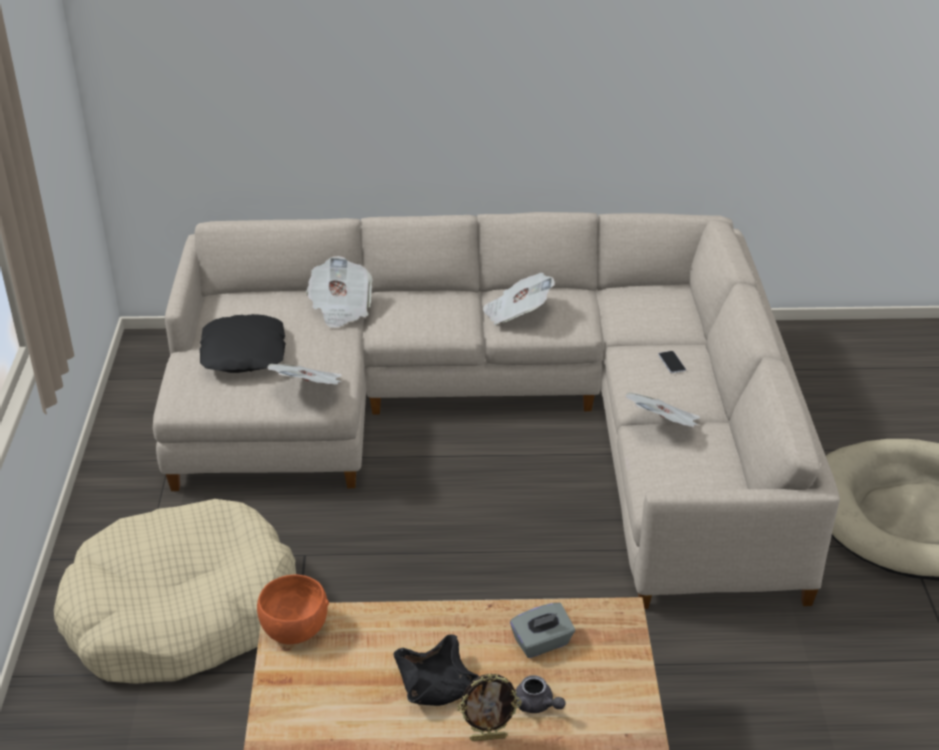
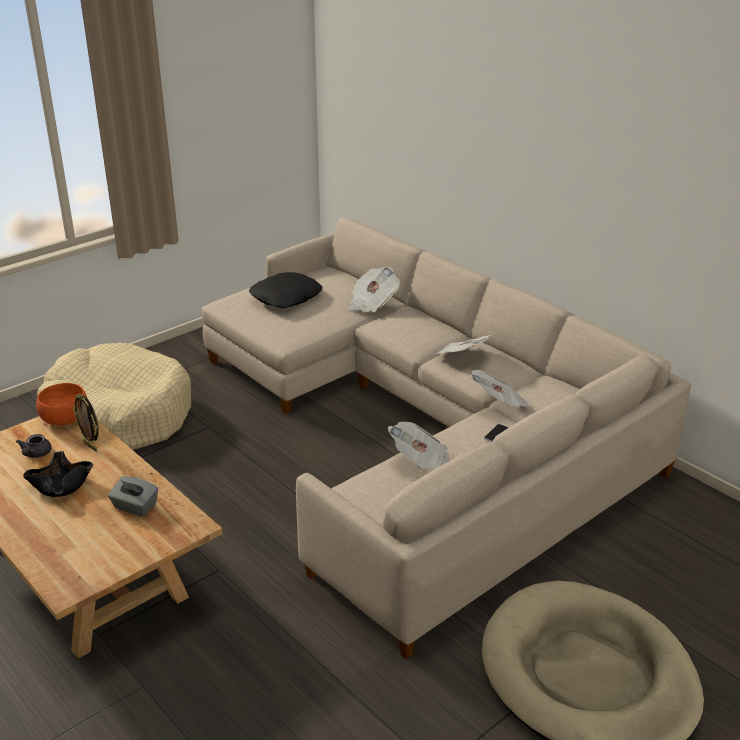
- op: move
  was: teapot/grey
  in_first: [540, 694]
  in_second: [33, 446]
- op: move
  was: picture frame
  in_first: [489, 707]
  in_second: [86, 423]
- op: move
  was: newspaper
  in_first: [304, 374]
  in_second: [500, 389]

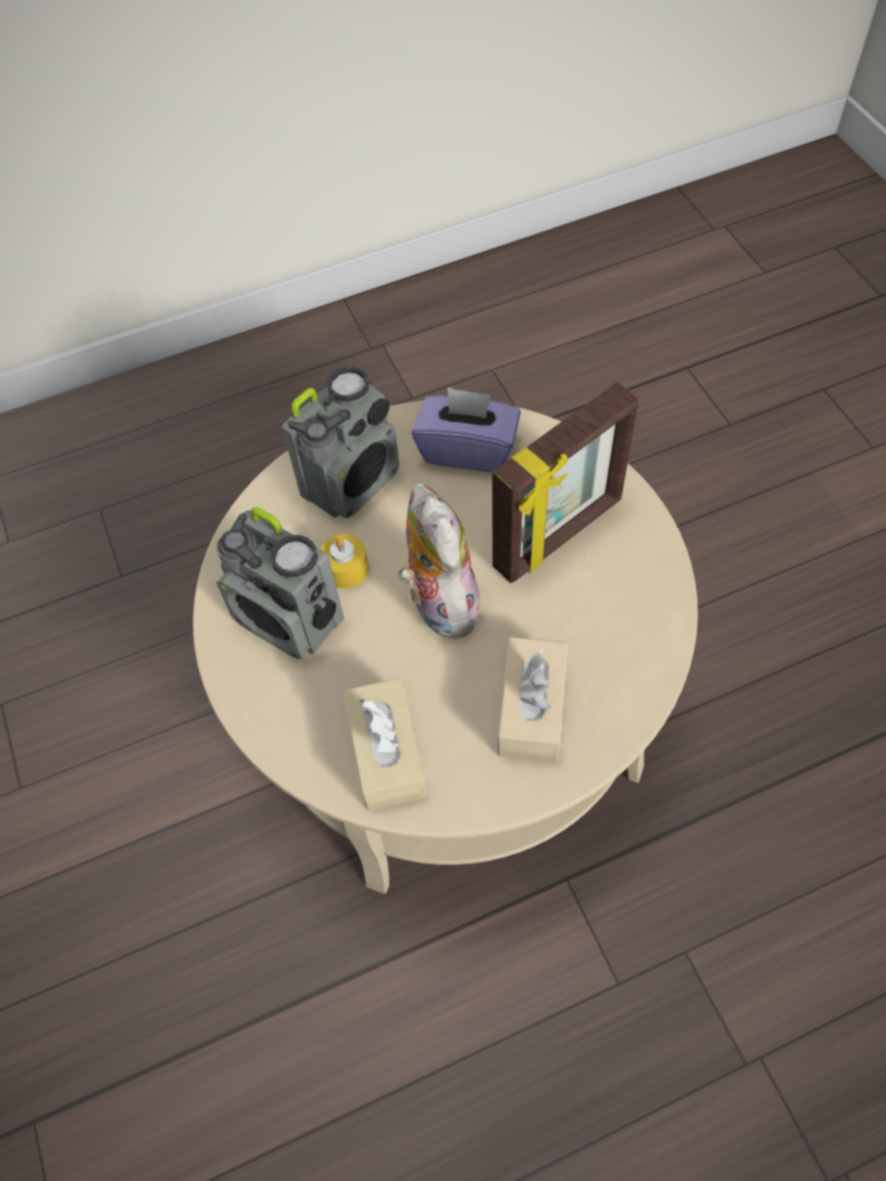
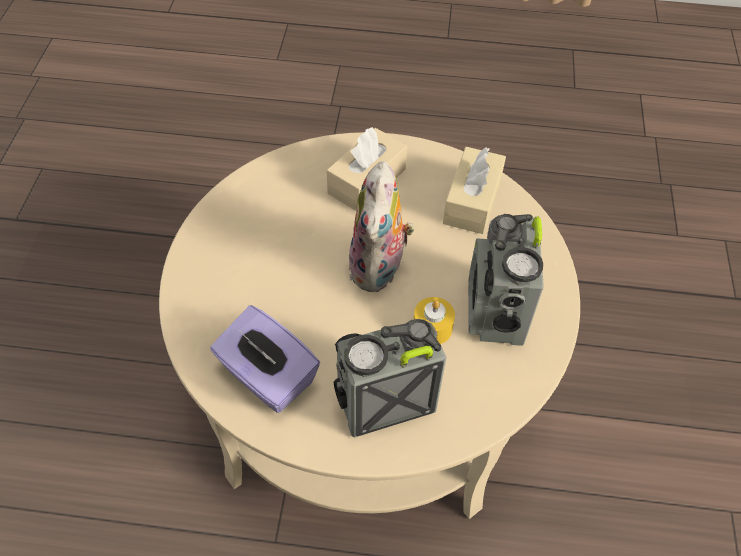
- op: rotate
  was: radio set
  in_first: [280, 583]
  in_second: [506, 280]
  clockwise: -150
- op: delete
  was: picture frame
  in_first: [565, 482]

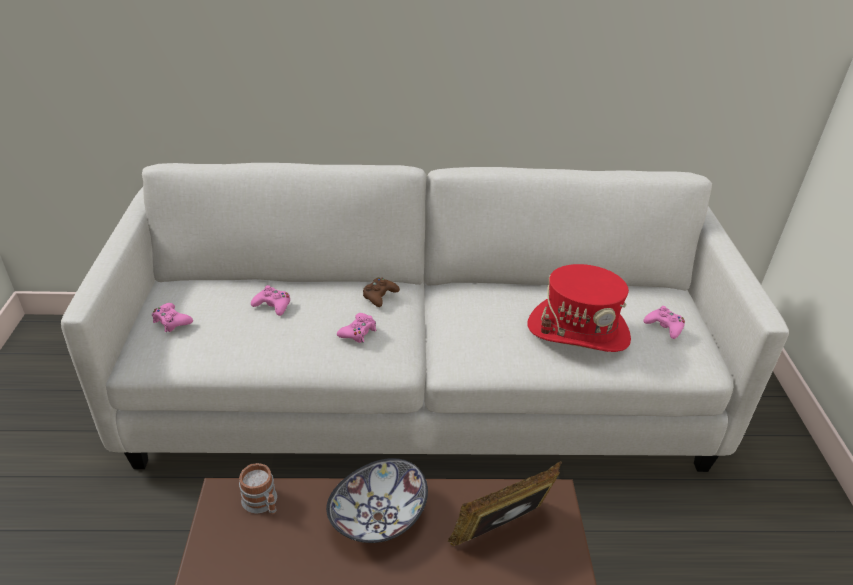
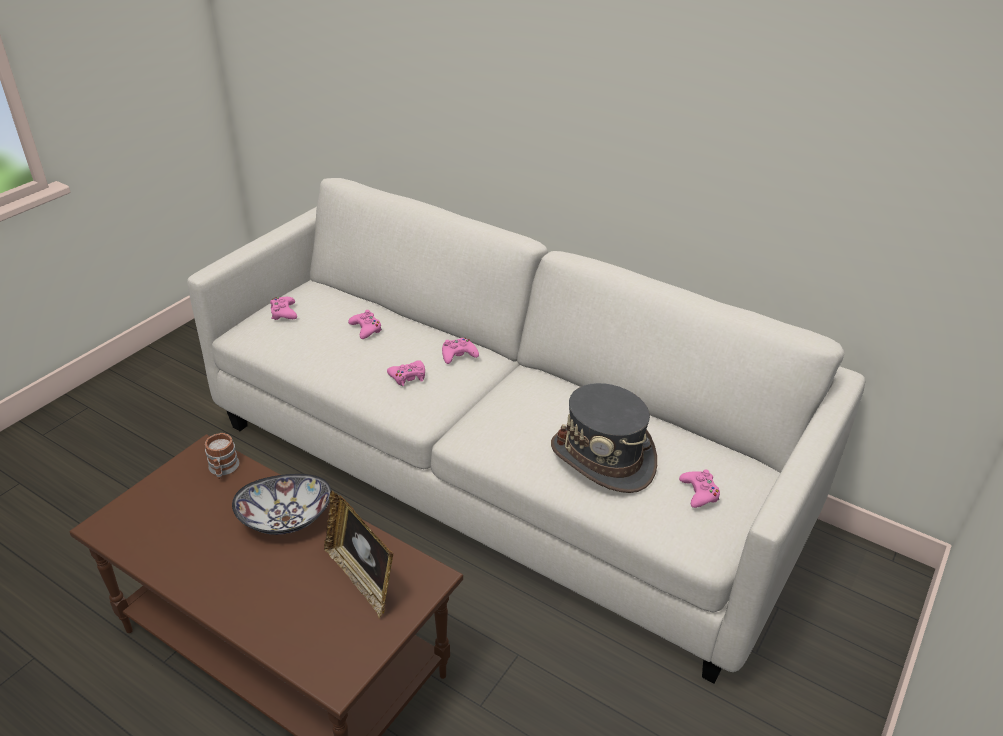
- op: rotate
  was: picture frame
  in_first: [504, 503]
  in_second: [358, 554]
  clockwise: -135
- op: recolor
  was: gamepad/brownish
  now: gamepad/pink
  in_first: [381, 292]
  in_second: [460, 350]
- op: recolor
  was: wearable hat/red-coloured
  now: wearable hat/grey
  in_first: [579, 308]
  in_second: [604, 438]

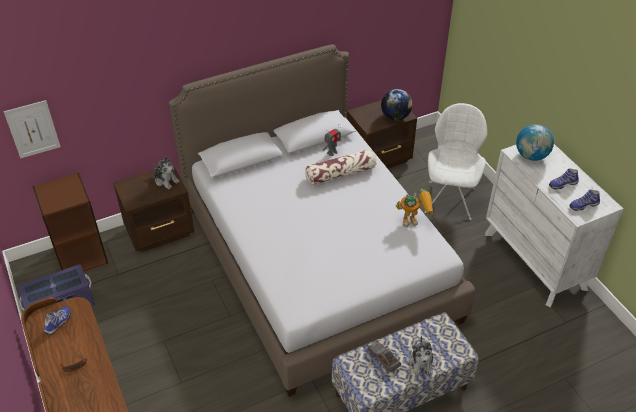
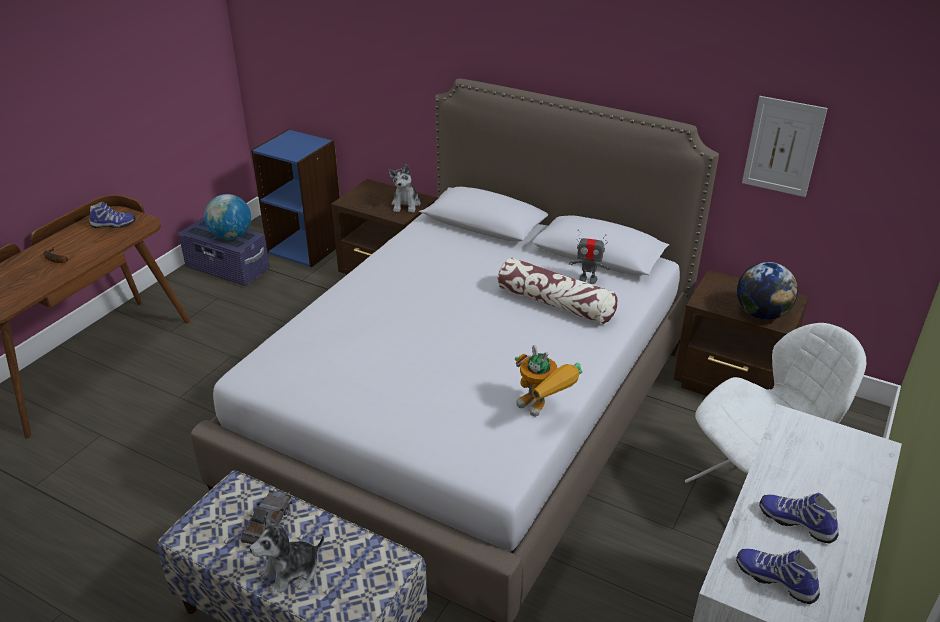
- op: move
  was: desk globe
  in_first: [535, 142]
  in_second: [227, 217]
- op: recolor
  was: bookshelf/brownish
  now: bookshelf/blue
  in_first: [70, 222]
  in_second: [295, 198]
- op: move
  was: wall picture
  in_first: [32, 129]
  in_second: [785, 146]

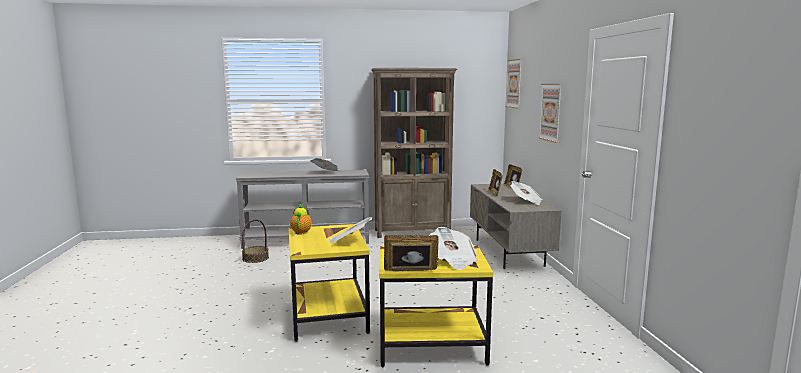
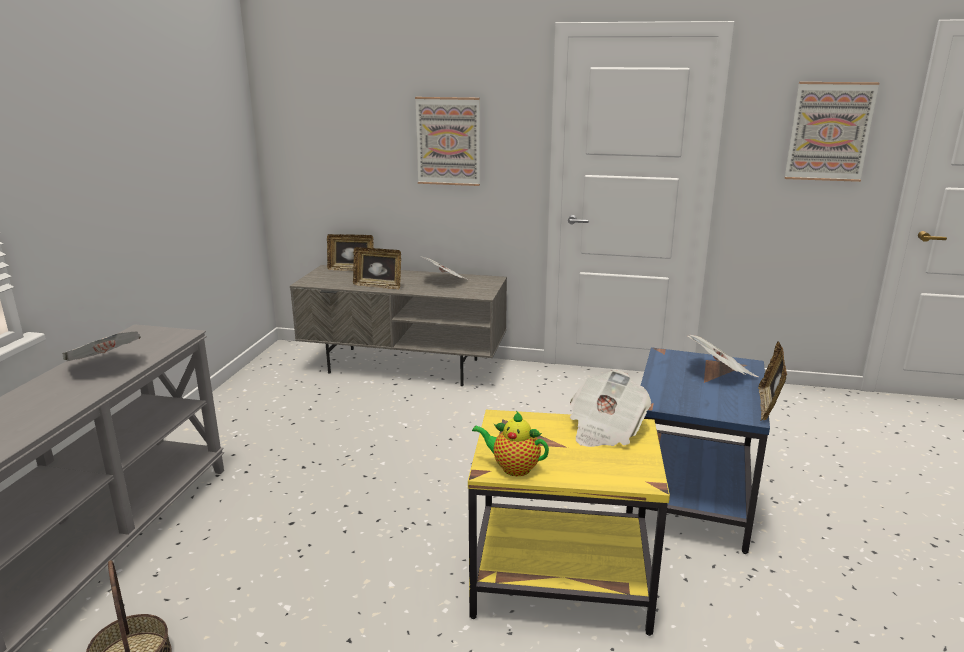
- op: recolor
  was: side table/yellow-coloured
  now: side table/blue
  in_first: [436, 306]
  in_second: [698, 450]
- op: move
  was: wall picture
  in_first: [513, 84]
  in_second: [831, 132]
- op: delete
  was: bookshelf/brownish
  in_first: [414, 153]

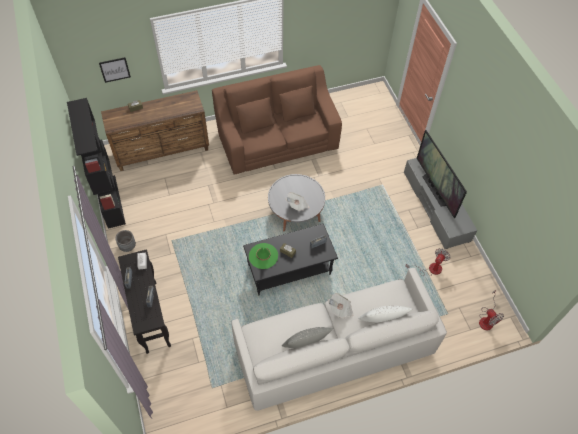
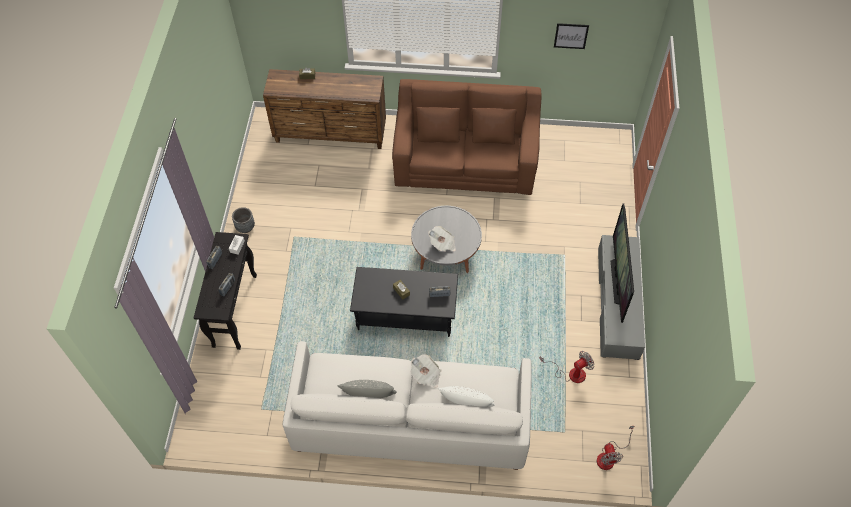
- op: move
  was: wall picture
  in_first: [115, 70]
  in_second: [571, 36]
- op: delete
  was: bookshelf/blackish
  in_first: [96, 163]
- op: delete
  was: wearable hat/green
  in_first: [263, 256]

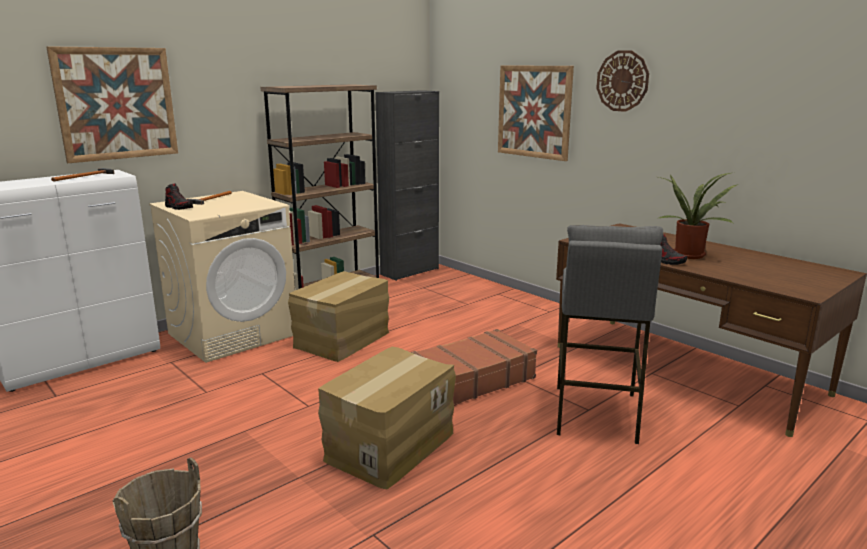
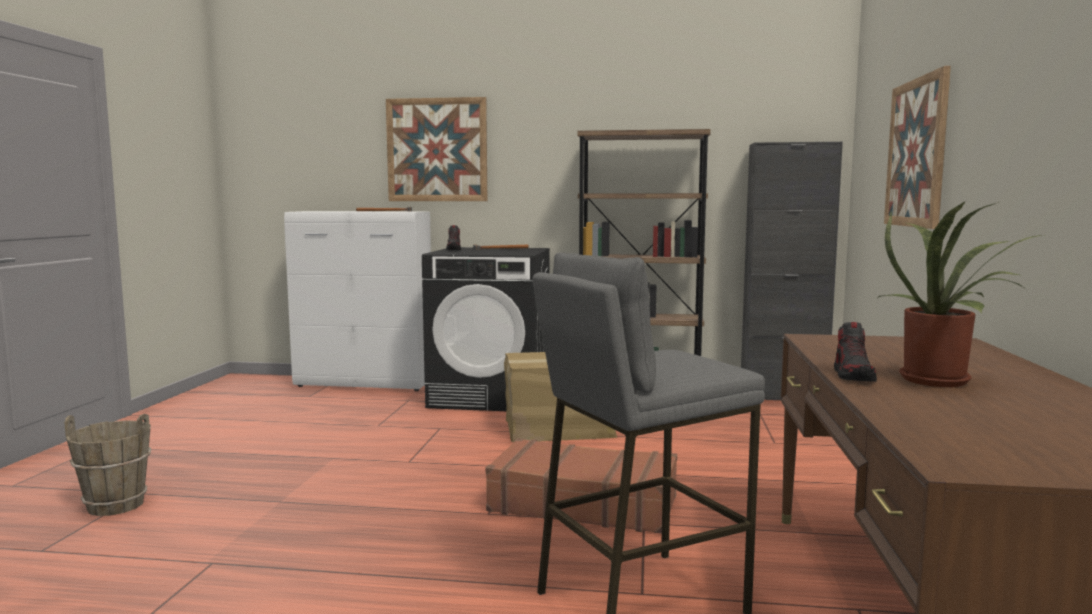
- op: recolor
  was: washing machine/beige
  now: washing machine/blackish
  in_first: [222, 277]
  in_second: [486, 329]
- op: delete
  was: packing box
  in_first: [387, 418]
- op: delete
  was: clock on the wall
  in_first: [622, 81]

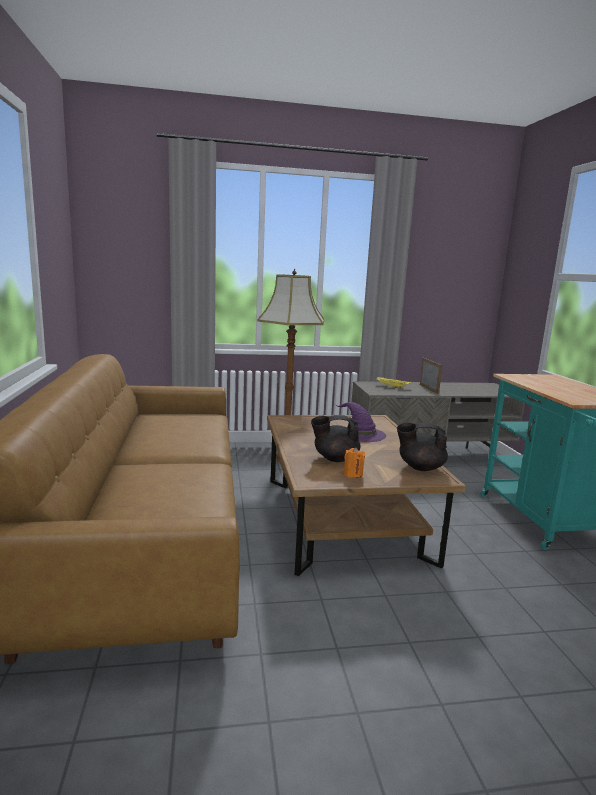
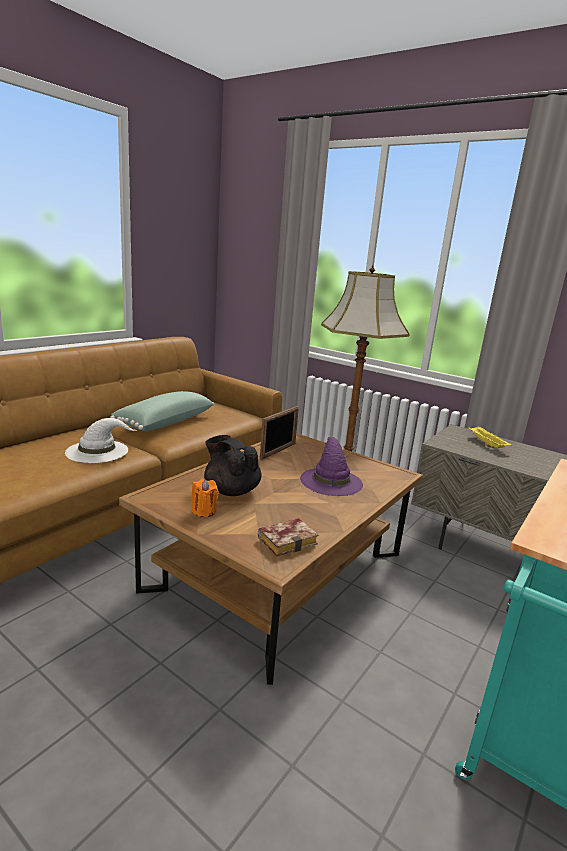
- op: insert
  now: wearable hat/white
  in_second: [101, 440]
- op: insert
  now: pillow/green
  in_second: [162, 411]
- op: replace
  was: teapot/blackish
  now: book
  in_first: [422, 447]
  in_second: [288, 537]
- op: move
  was: picture frame
  in_first: [431, 376]
  in_second: [279, 433]

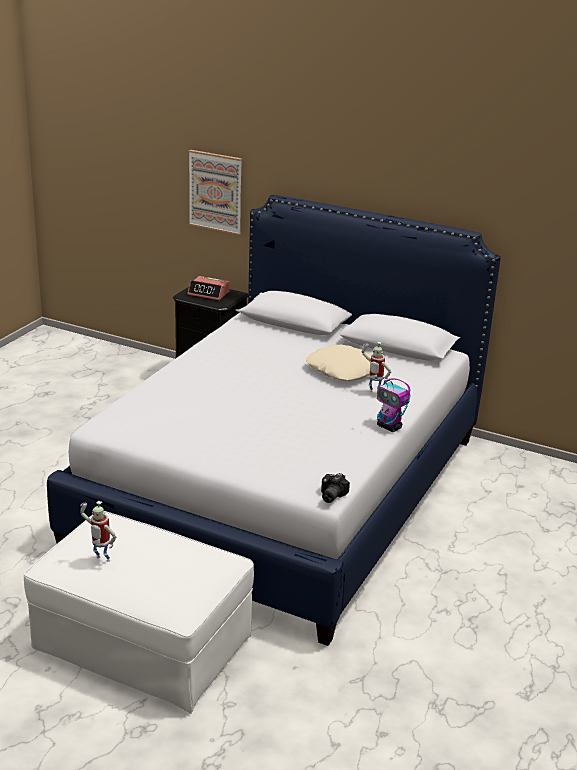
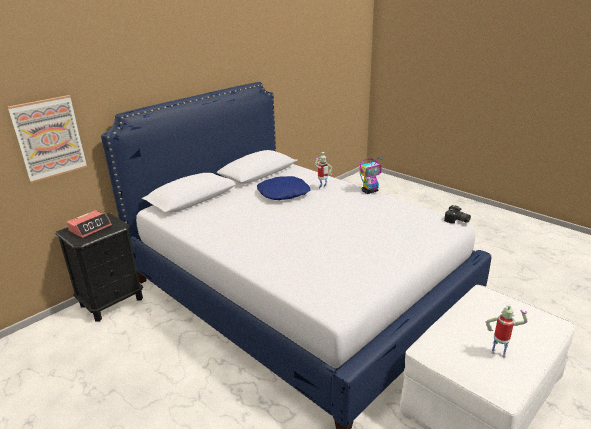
- op: recolor
  was: pillow/beige
  now: pillow/blue
  in_first: [338, 363]
  in_second: [283, 188]
- op: rotate
  was: robot figure
  in_first: [98, 531]
  in_second: [507, 330]
  clockwise: -105

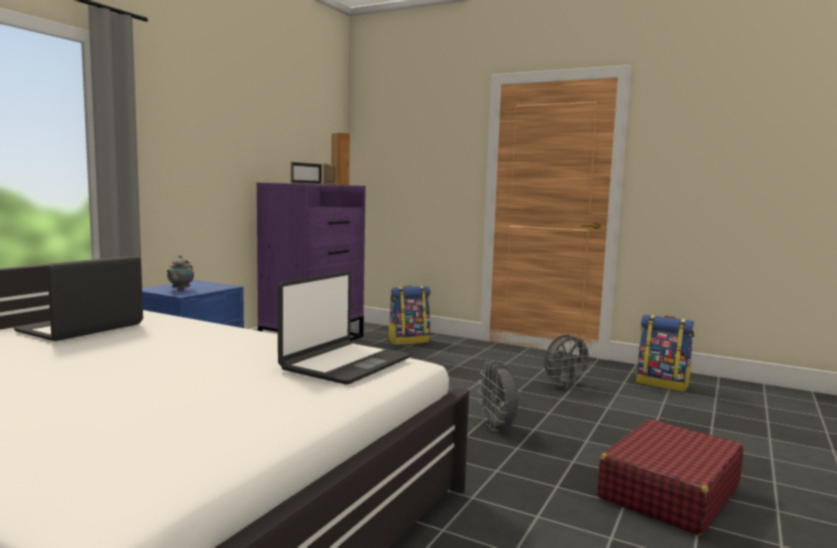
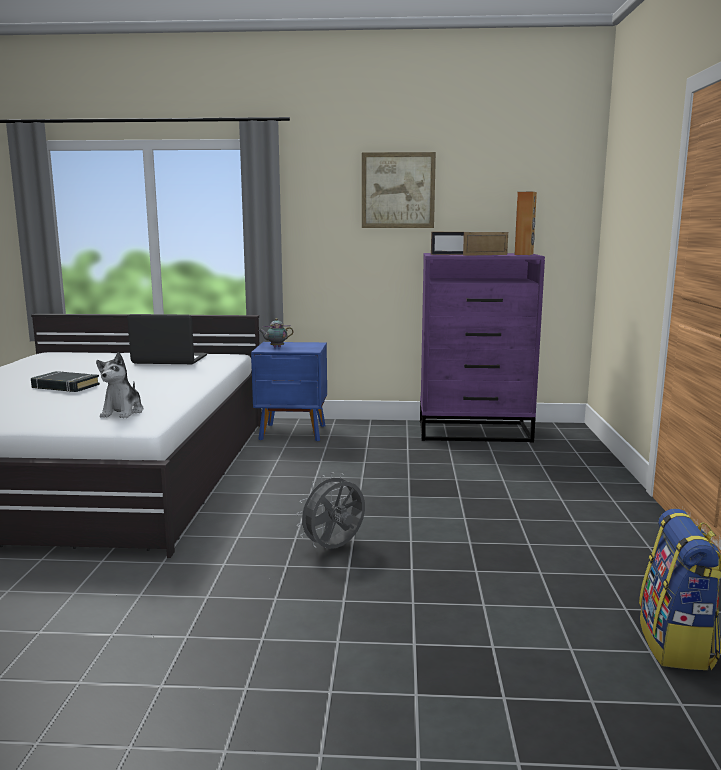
- op: insert
  now: book/blackish
  in_second: [65, 381]
- op: replace
  was: portable computer
  now: soft toy
  in_first: [344, 328]
  in_second: [119, 385]
- op: insert
  now: wall picture
  in_second: [399, 190]
- op: delete
  was: rucksack
  in_first: [409, 315]
- op: delete
  was: electric fan/grey
  in_first: [568, 361]
- op: delete
  was: piece of luggage/red-coloured
  in_first: [670, 477]

